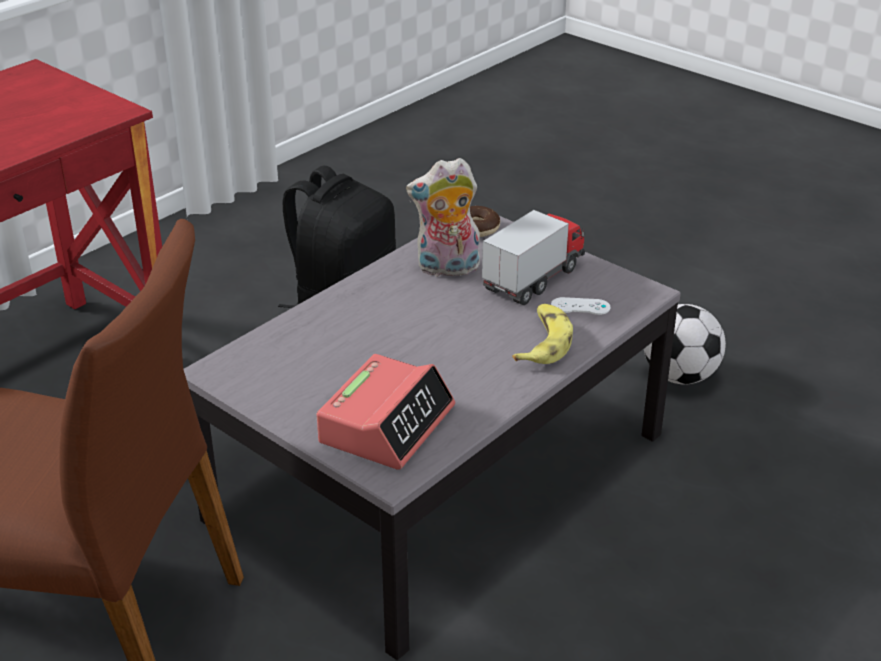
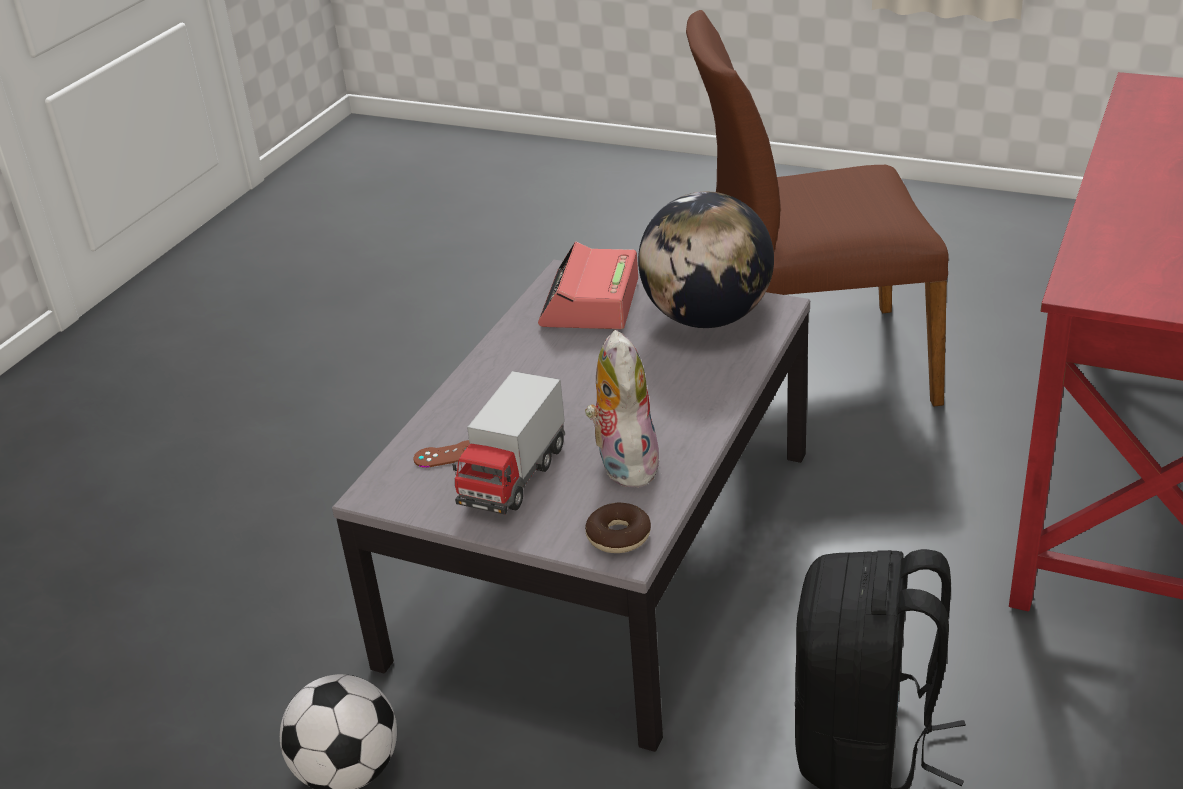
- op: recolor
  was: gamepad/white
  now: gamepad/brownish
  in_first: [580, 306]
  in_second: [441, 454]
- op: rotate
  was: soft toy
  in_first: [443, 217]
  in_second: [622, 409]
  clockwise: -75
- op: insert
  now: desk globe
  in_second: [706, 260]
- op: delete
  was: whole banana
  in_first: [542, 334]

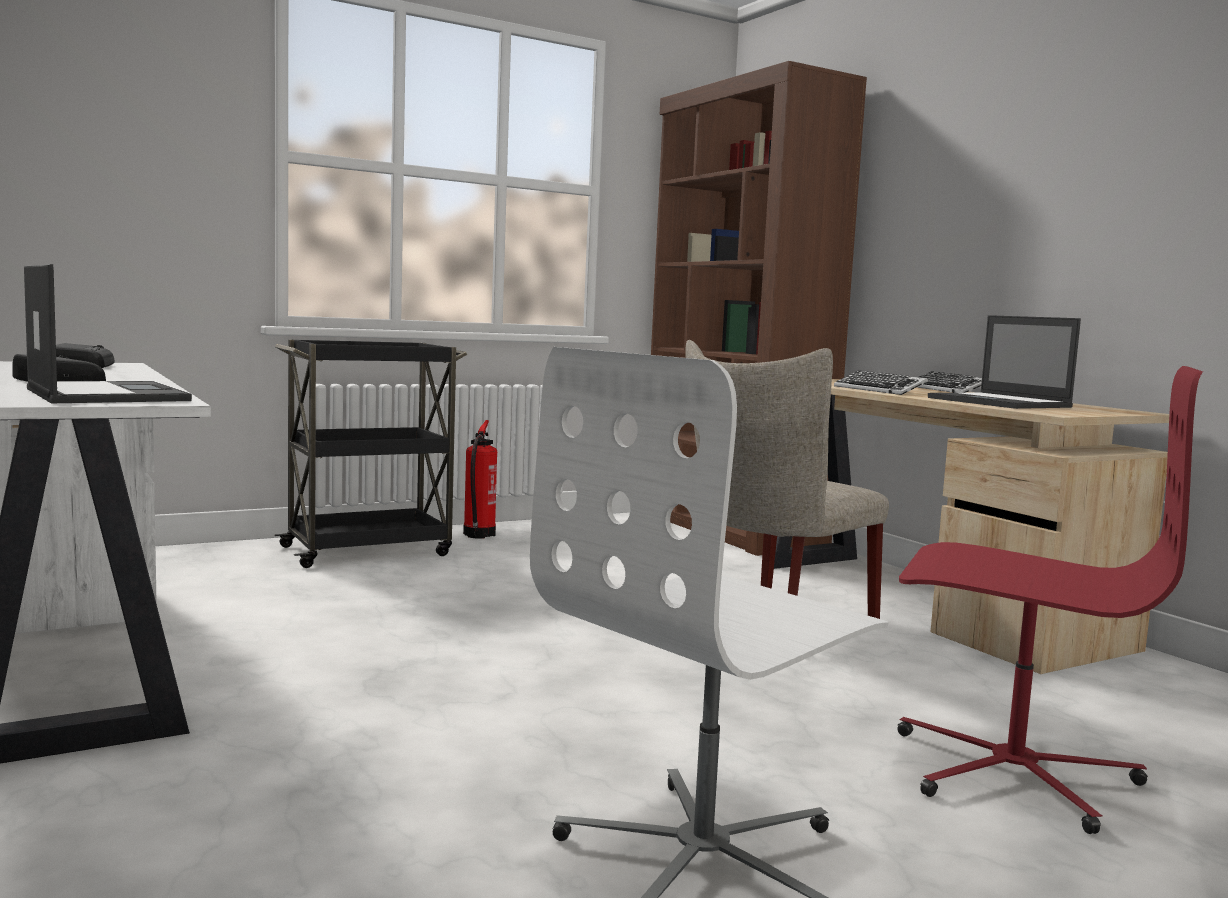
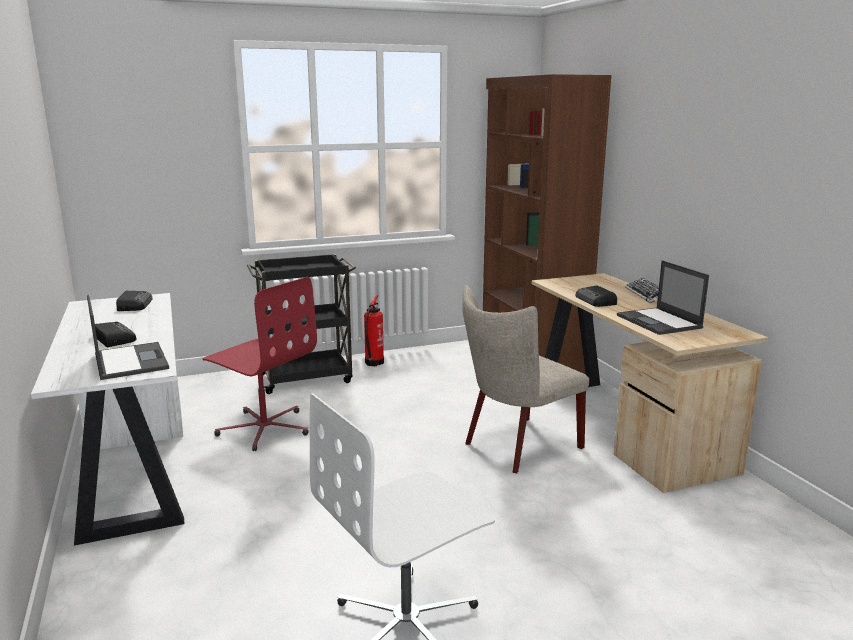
- op: move
  was: desk chair/red-coloured
  in_first: [1050, 600]
  in_second: [259, 364]
- op: replace
  was: PC keyboard
  now: radio set
  in_first: [881, 382]
  in_second: [596, 296]

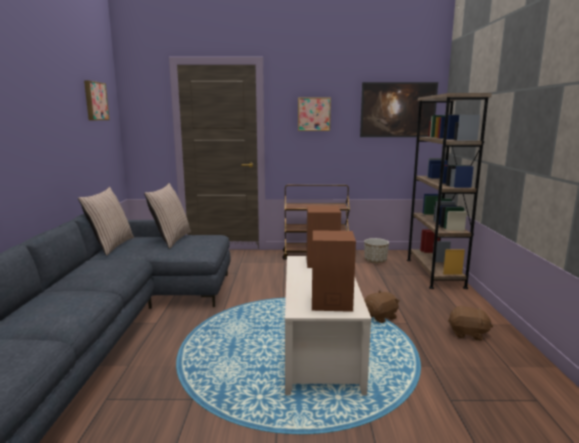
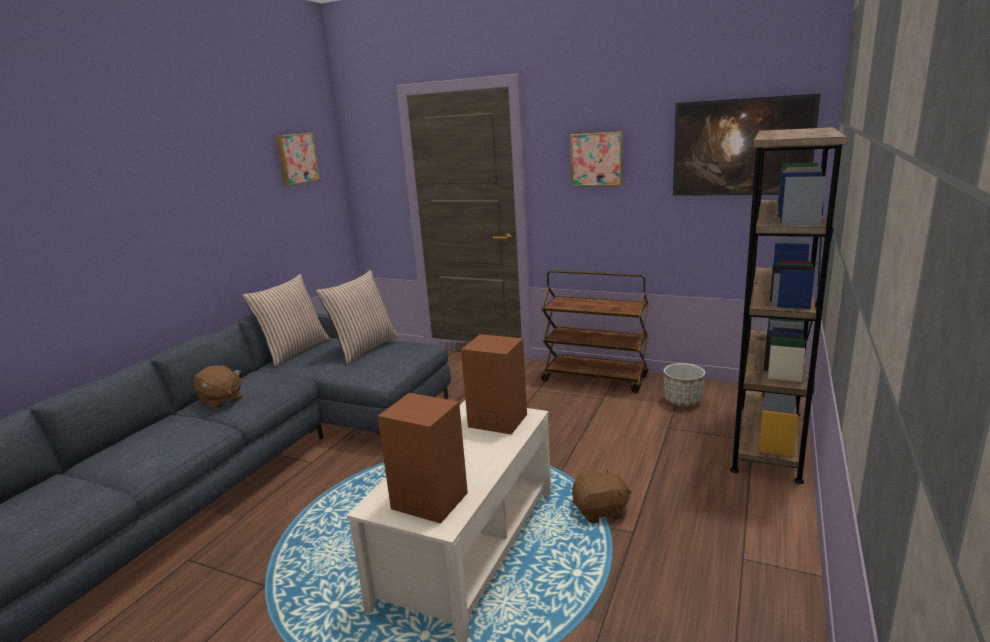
- op: move
  was: soft toy/brownish
  in_first: [470, 323]
  in_second: [217, 387]

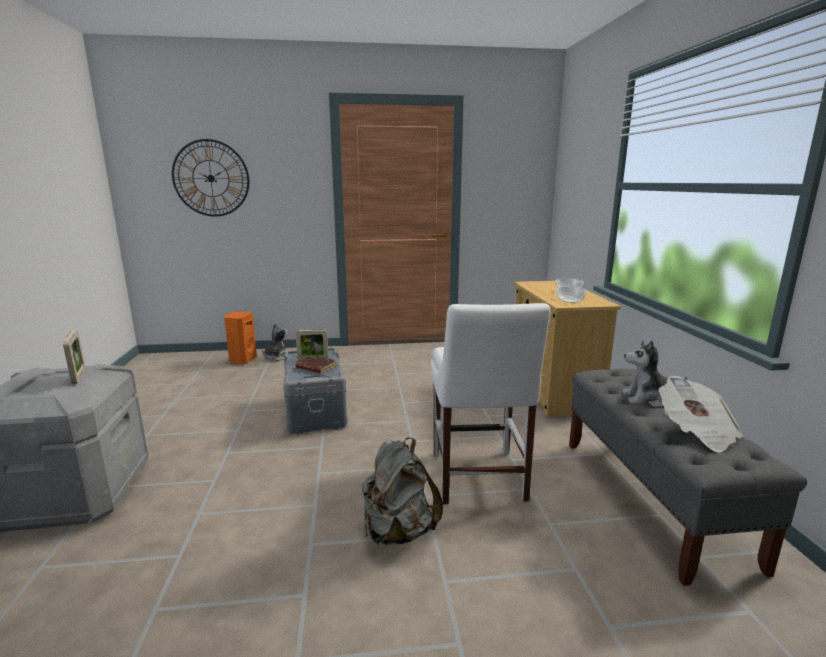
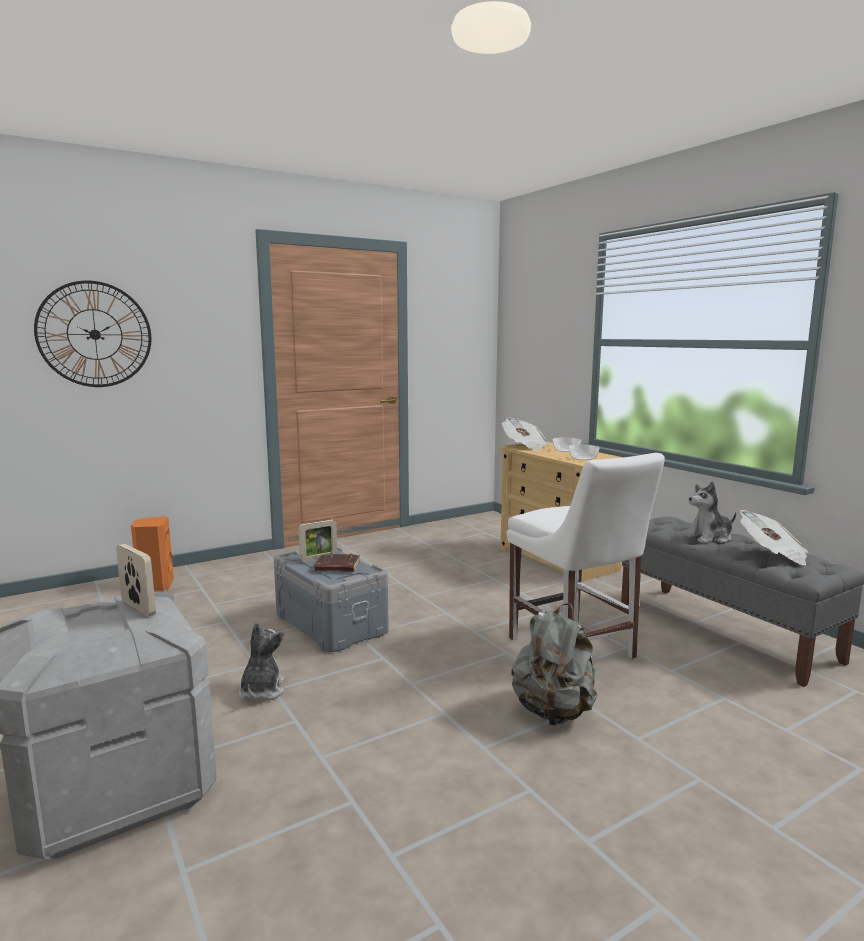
- op: move
  was: soft toy
  in_first: [274, 342]
  in_second: [261, 661]
- op: insert
  now: newspaper
  in_second: [524, 434]

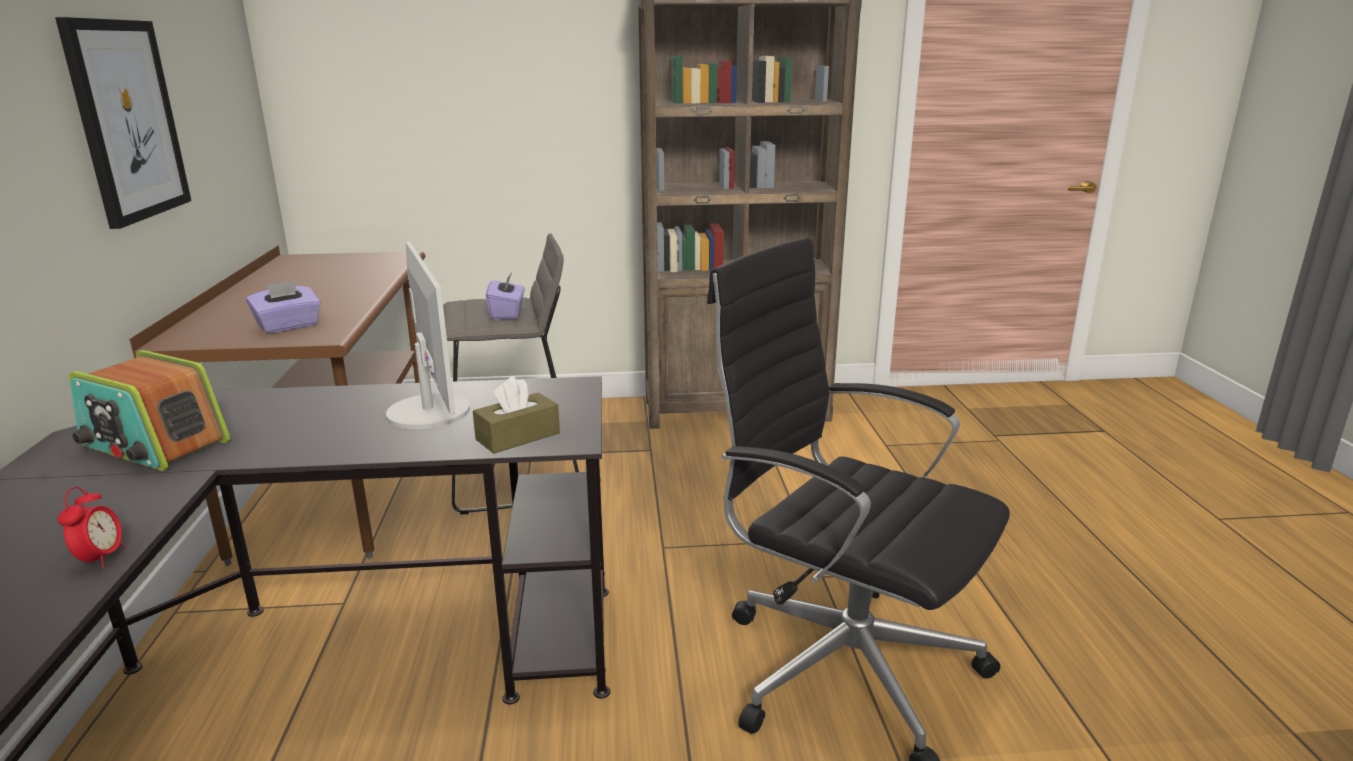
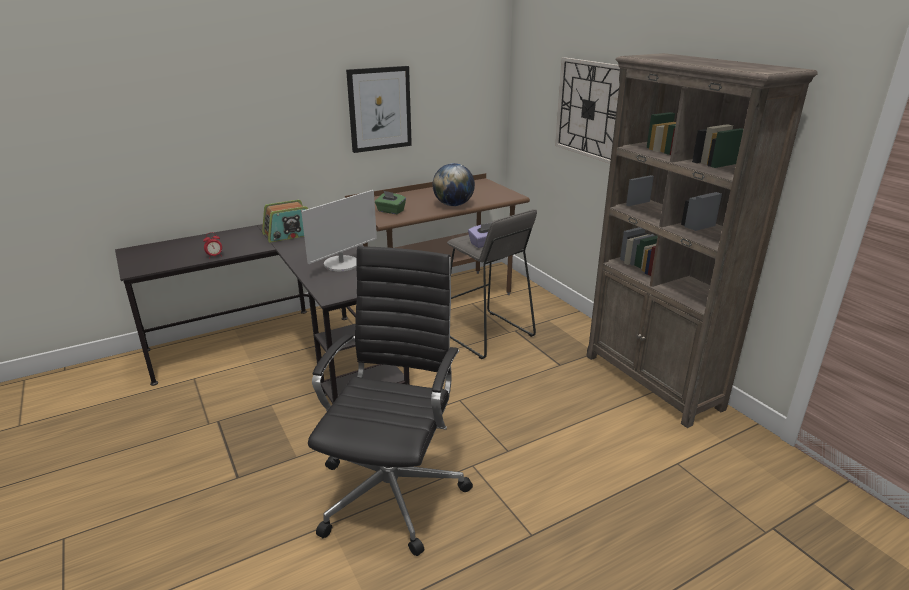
- op: rotate
  was: radio set
  in_first: [149, 410]
  in_second: [285, 221]
  clockwise: -120
- op: recolor
  was: box of tissues/purple-coloured
  now: box of tissues/green
  in_first: [283, 307]
  in_second: [390, 202]
- op: insert
  now: desk globe
  in_second: [454, 184]
- op: insert
  now: clock on the wall
  in_second: [587, 110]
- op: delete
  was: box of tissues/brownish
  in_first: [516, 415]

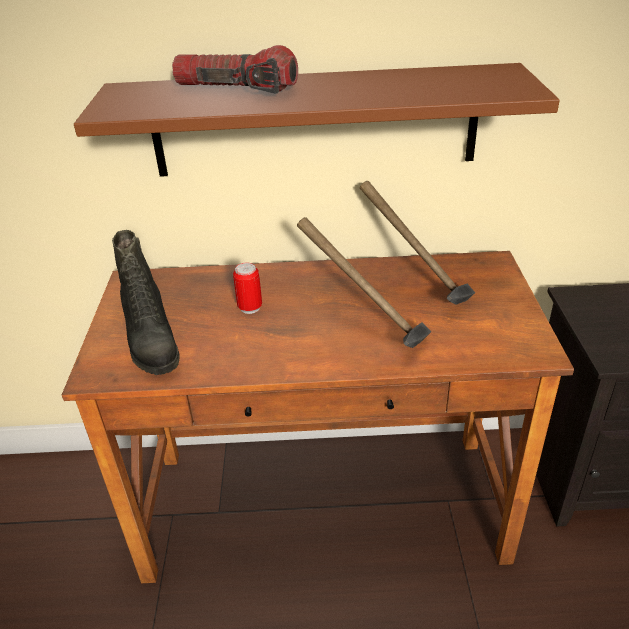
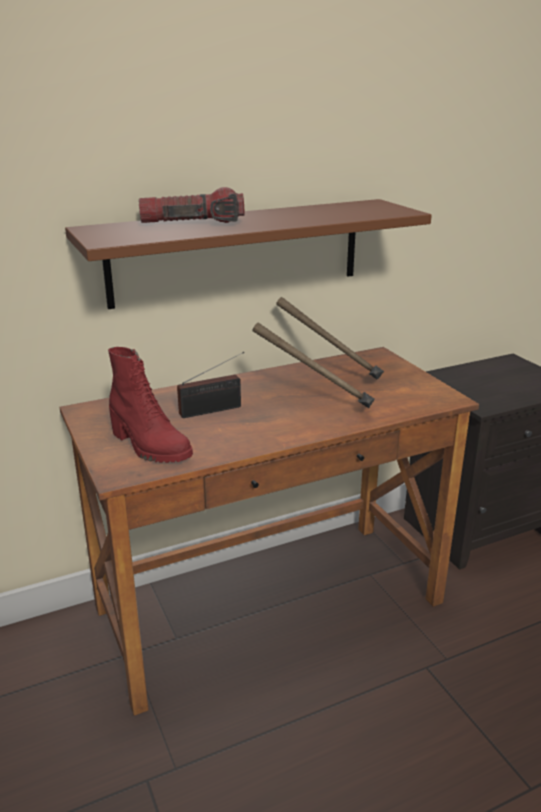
- op: recolor
  was: tall boot/blackish
  now: tall boot/red-coloured
  in_first: [146, 302]
  in_second: [150, 405]
- op: replace
  was: can
  now: radio set
  in_first: [247, 288]
  in_second: [211, 385]

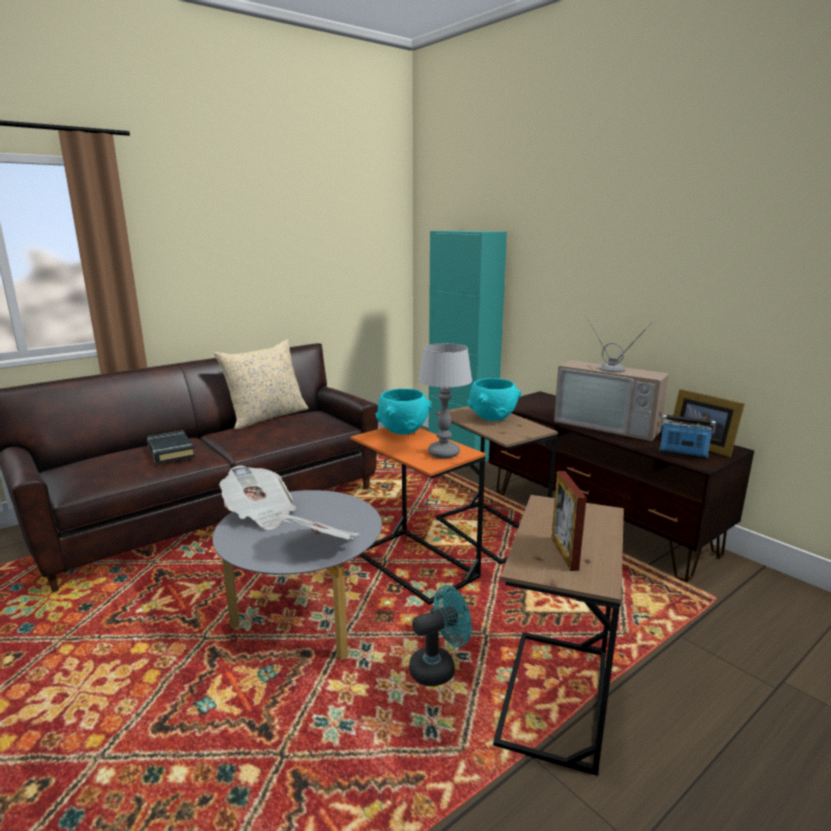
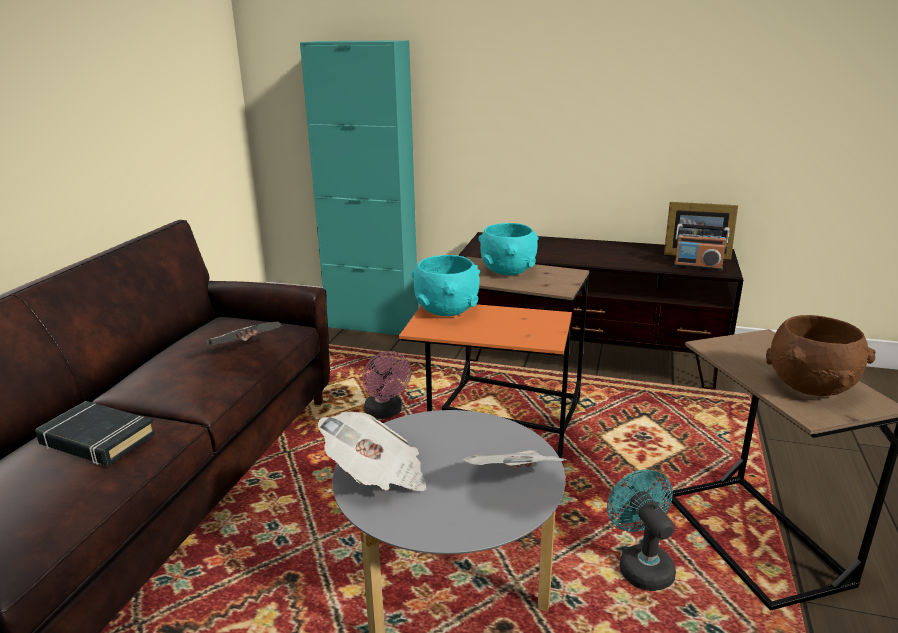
- op: insert
  now: newspaper
  in_second: [244, 333]
- op: insert
  now: electric fan/pink
  in_second: [387, 385]
- op: rotate
  was: electric fan/blue-green
  in_first: [440, 635]
  in_second: [641, 530]
  clockwise: -45
- op: rotate
  was: radio set
  in_first: [687, 437]
  in_second: [702, 247]
  clockwise: -150
- op: replace
  was: picture frame
  now: deep dish/brownish
  in_first: [569, 521]
  in_second: [821, 355]
- op: delete
  was: pillow/beige
  in_first: [261, 384]
- op: delete
  was: tabletop lamp
  in_first: [445, 400]
- op: delete
  was: TV set
  in_first: [611, 378]

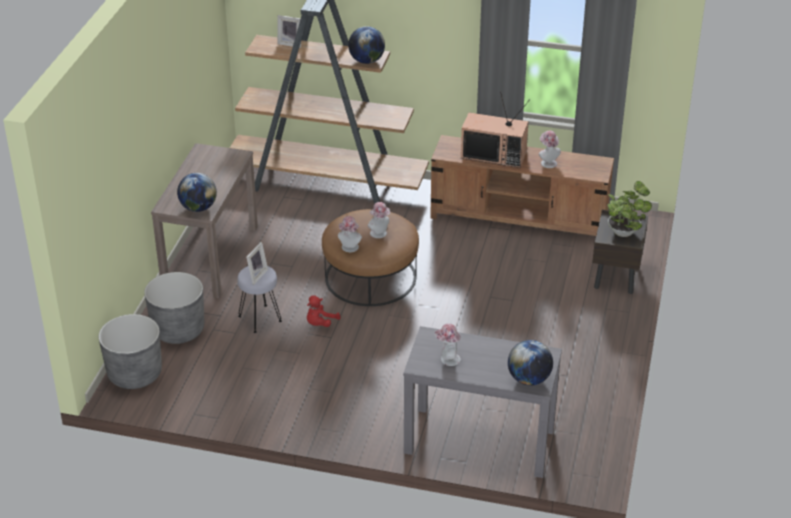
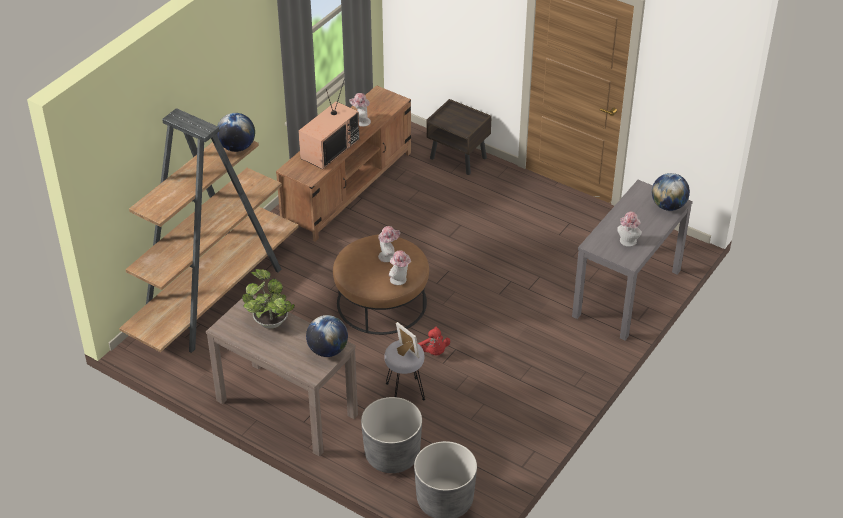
- op: move
  was: houseplant
  in_first: [629, 209]
  in_second: [268, 299]
- op: delete
  was: picture frame
  in_first: [289, 31]

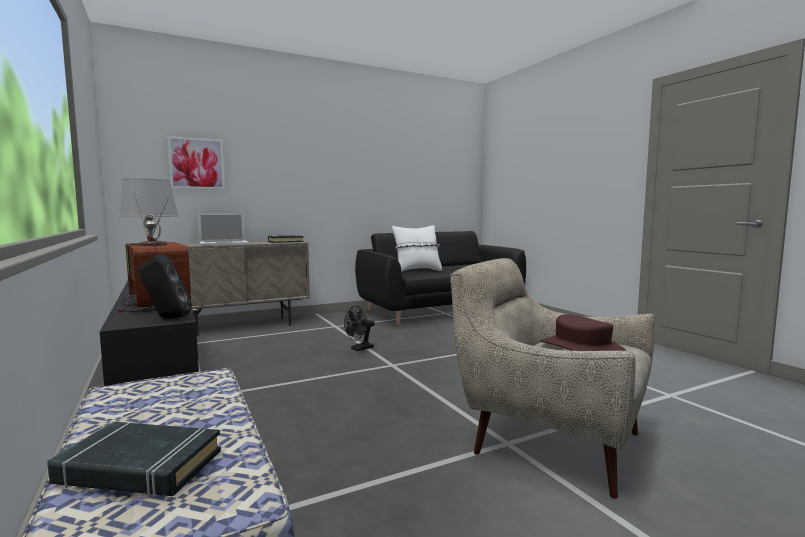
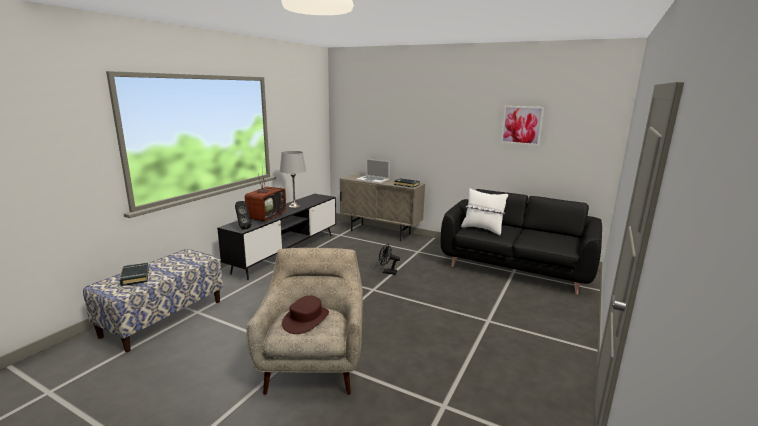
- op: move
  was: wall picture
  in_first: [196, 163]
  in_second: [522, 126]

